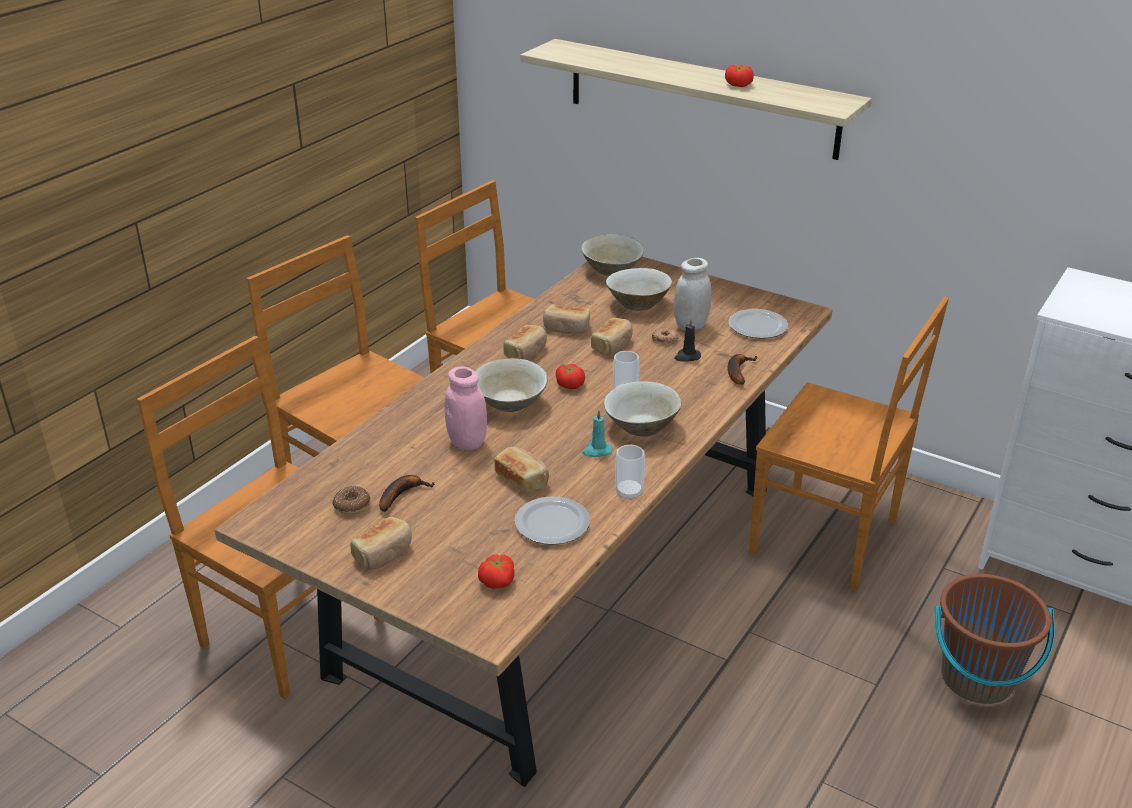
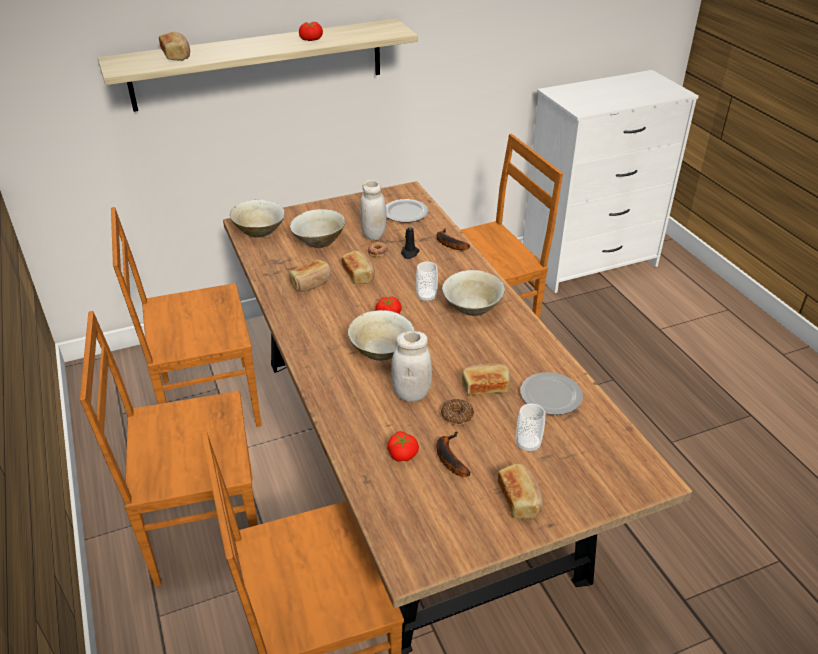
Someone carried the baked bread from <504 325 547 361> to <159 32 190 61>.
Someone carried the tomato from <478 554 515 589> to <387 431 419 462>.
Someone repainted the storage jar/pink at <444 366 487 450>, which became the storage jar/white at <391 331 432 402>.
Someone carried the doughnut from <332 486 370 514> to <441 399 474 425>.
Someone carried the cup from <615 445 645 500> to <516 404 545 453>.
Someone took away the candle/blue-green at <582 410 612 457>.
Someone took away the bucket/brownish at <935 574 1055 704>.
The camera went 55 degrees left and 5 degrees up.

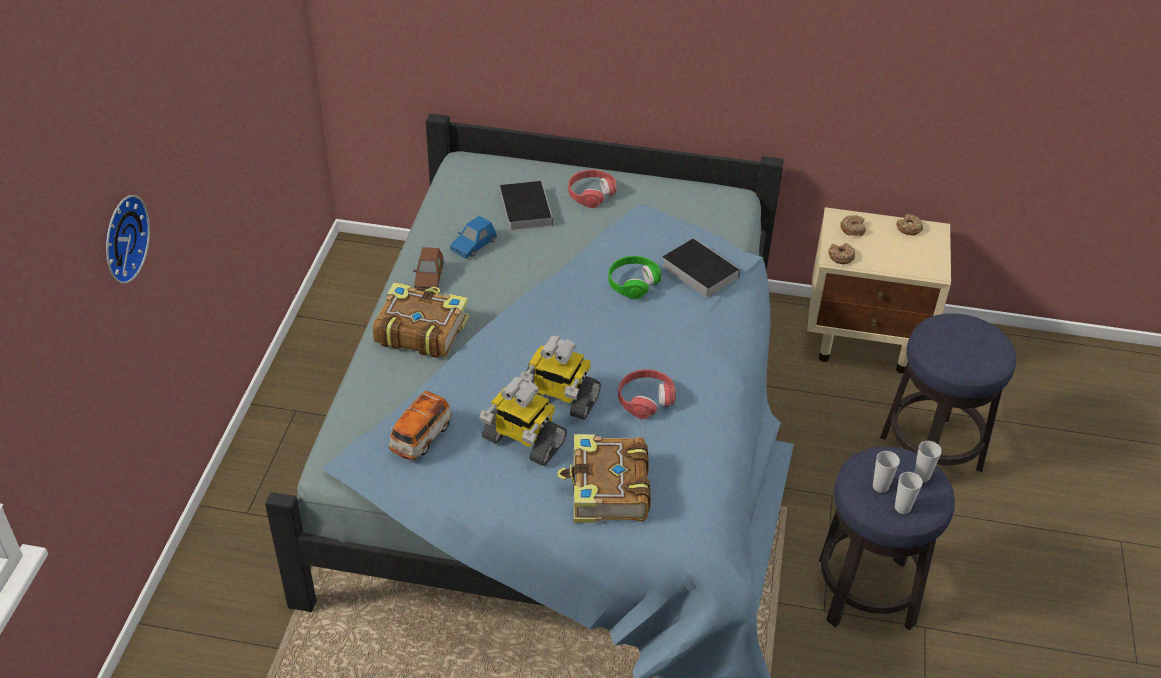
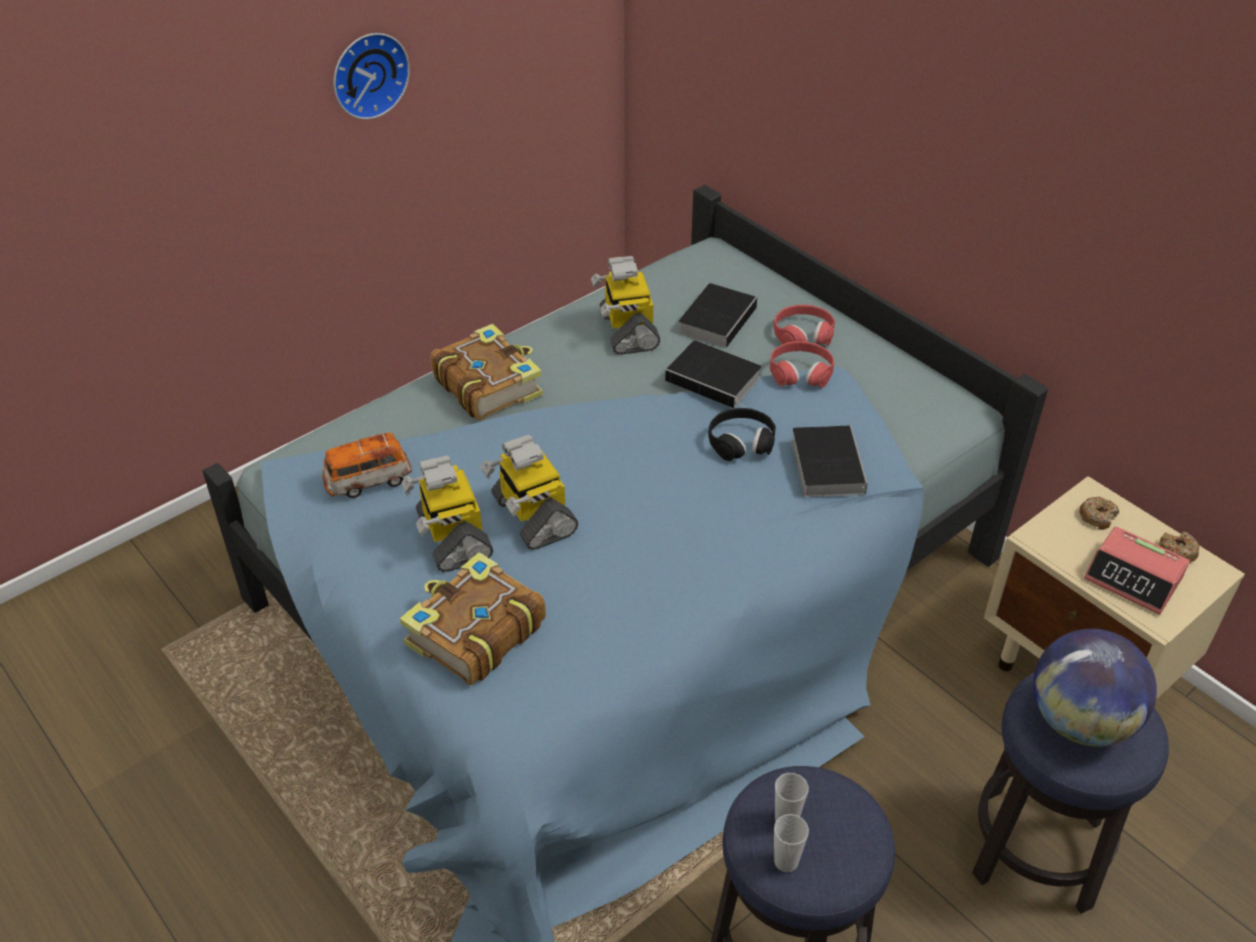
Someone carried the wall clock from <106 195 150 284> to <333 33 410 120>.
Someone swapped the miniature car/bluish at <450 216 497 258> for the robot figure at <591 256 660 355>.
Someone put down the bound book at <665 340 762 408>.
Someone repainted the headset/greenish at <608 256 661 300>, which became the headset/black-coloured at <708 408 776 461>.
Someone carried the headset/red-coloured from <618 369 676 419> to <770 341 834 388>.
Someone put down the world globe at <1033 629 1157 747>.
Someone put down the bedside clock at <1084 527 1190 615>.
Someone took away the miniature car/brownish at <413 247 444 291>.
Someone took away the doughnut at <828 243 855 264>.
Someone took away the cup at <914 441 942 482>.
The camera went 40 degrees right and 0 degrees up.

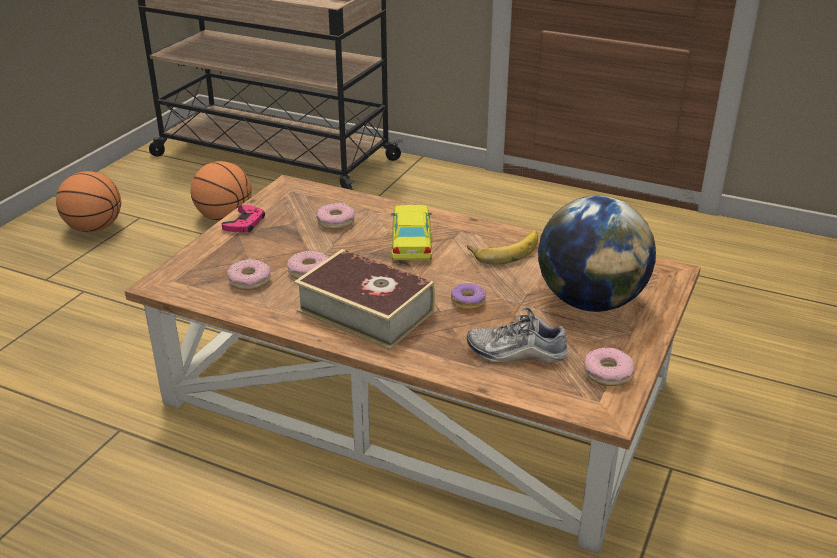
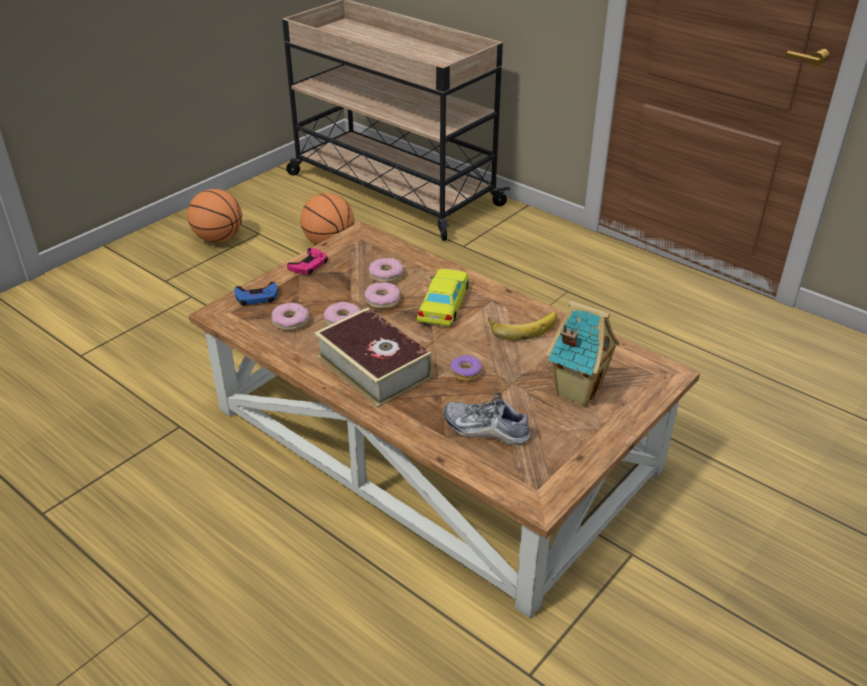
Someone put down the gamepad/bluish at <234 282 278 306>.
Someone carried the doughnut from <584 347 635 386> to <364 282 400 309>.
Someone swapped the world globe at <538 196 656 312> for the model house at <546 301 620 407>.
The camera went 15 degrees right and 5 degrees up.

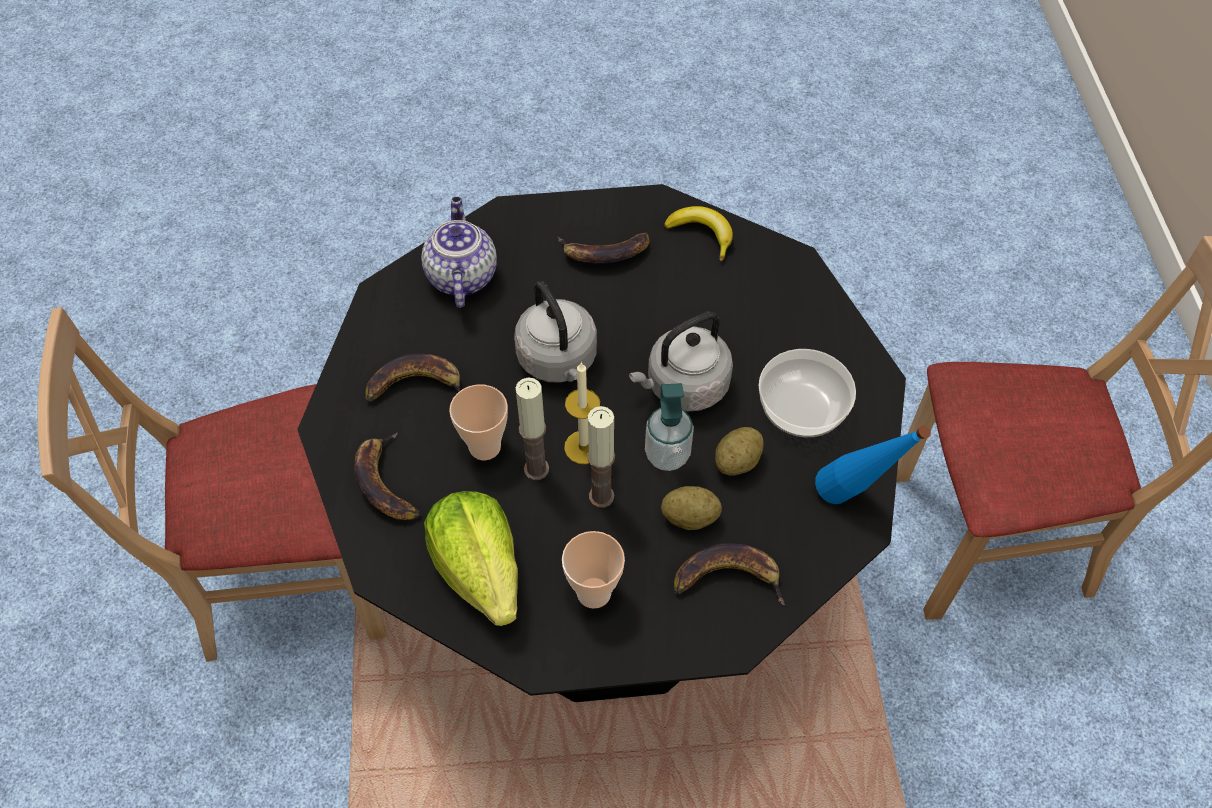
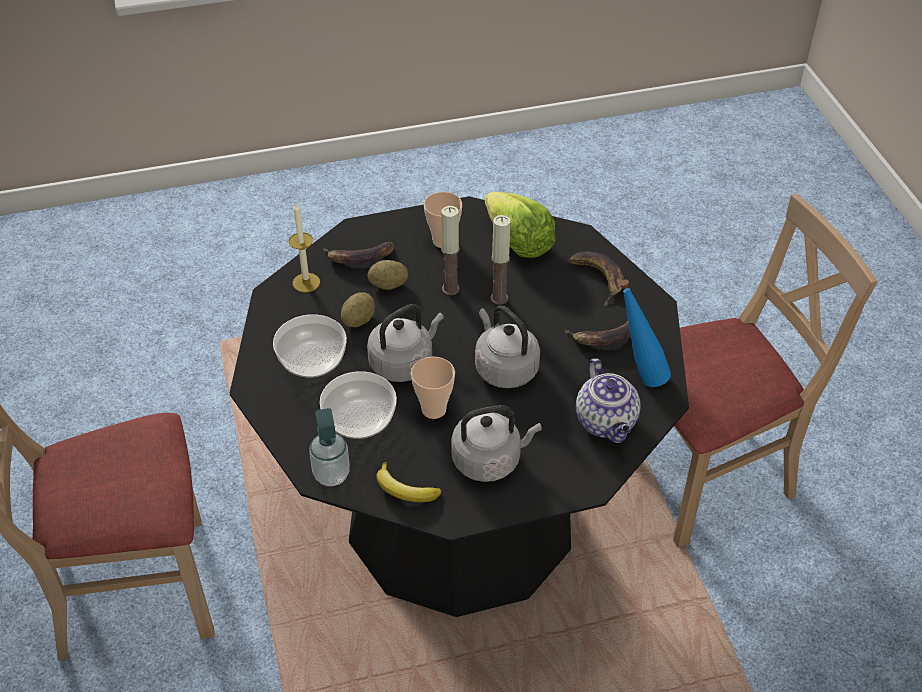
Someone carried the candle from <564 362 600 464> to <289 203 320 293>.
Someone carried the soap bottle from <645 383 694 471> to <309 408 350 486>.
Someone put down the serving bowl at <320 371 397 439>.
Someone carried the cup from <449 384 508 460> to <411 356 455 419>.
Someone swapped the whole banana at <558 232 650 264> for the kettle/grey at <451 405 542 482>.
Someone carried the bottle/bluish from <815 425 931 504> to <619 280 671 387>.
The camera went 170 degrees right and 10 degrees down.

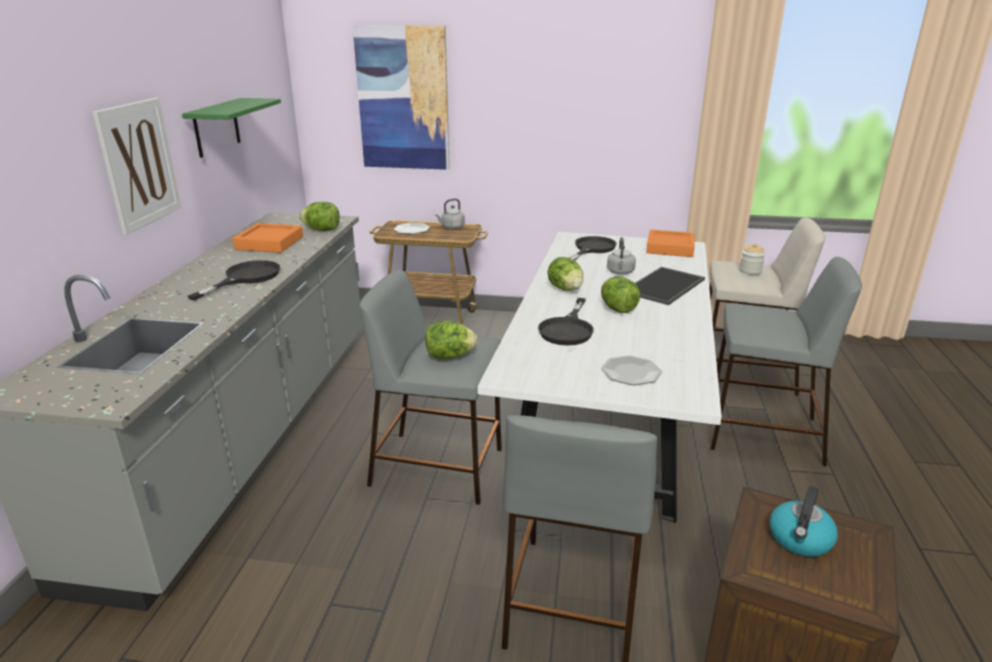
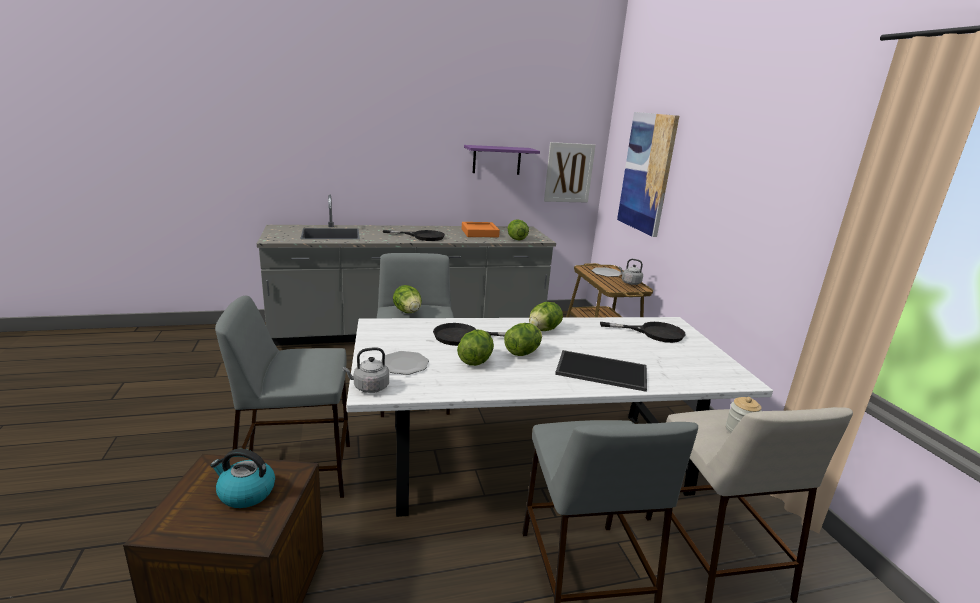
Someone carried the kettle/grey from <607 237 636 274> to <343 347 389 393>.
Someone put down the lettuce at <457 330 494 366>.
Someone repainted the wall shelf/greenish at <182 98 281 158>, which became the wall shelf/purplish at <464 145 540 175>.
Someone carried the wall picture from <93 98 181 235> to <544 142 596 203>.
Someone took away the tray/orange at <646 230 695 257>.
The camera went 65 degrees right and 5 degrees down.

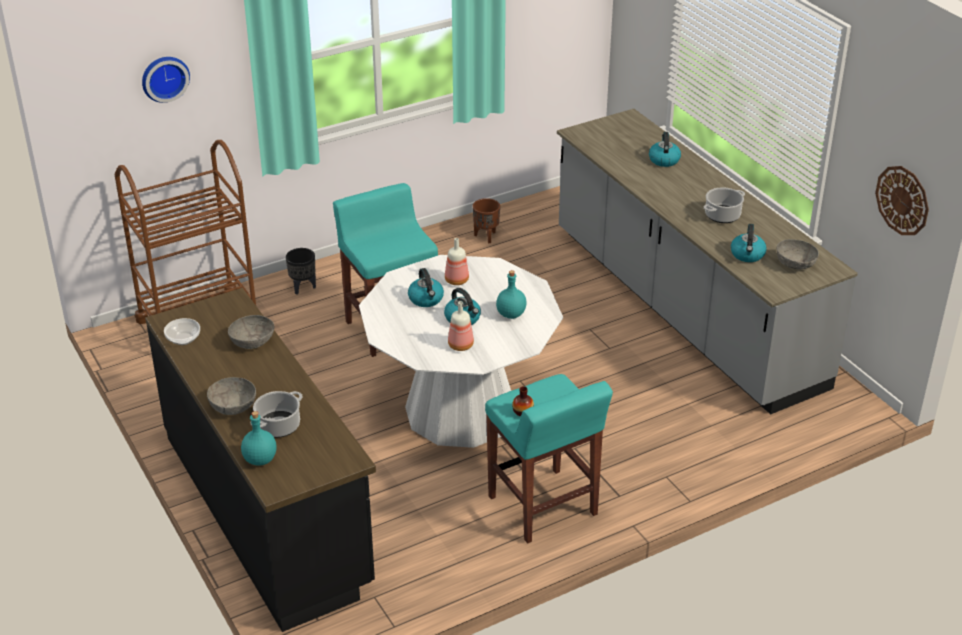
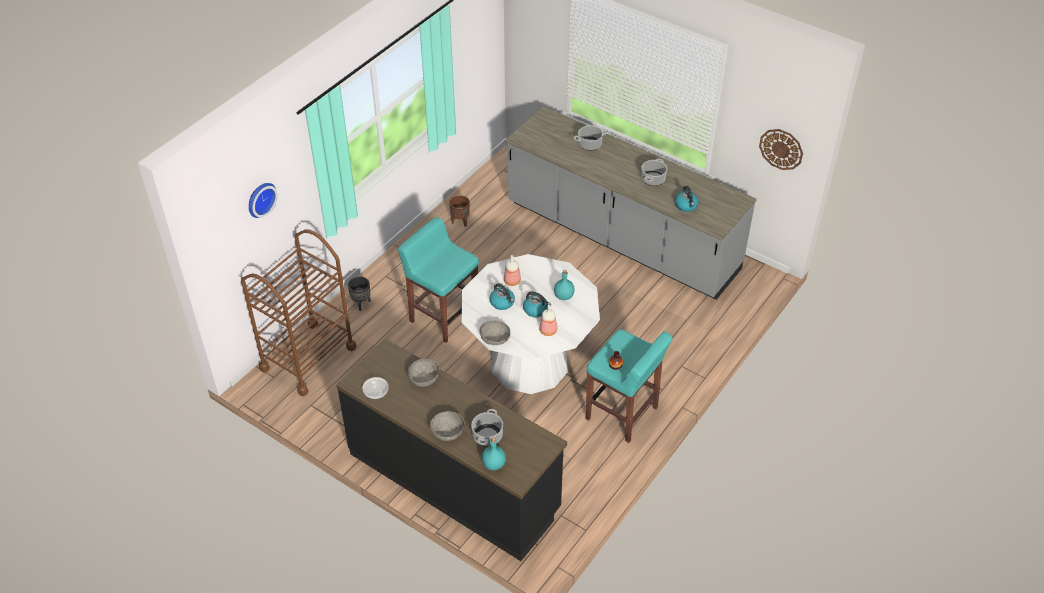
Someone carried the serving bowl/grey from <777 239 819 270> to <479 321 510 345>.
Someone swapped the kettle at <649 132 681 167> for the saucepot at <574 125 607 151>.
The camera went 25 degrees left and 10 degrees up.

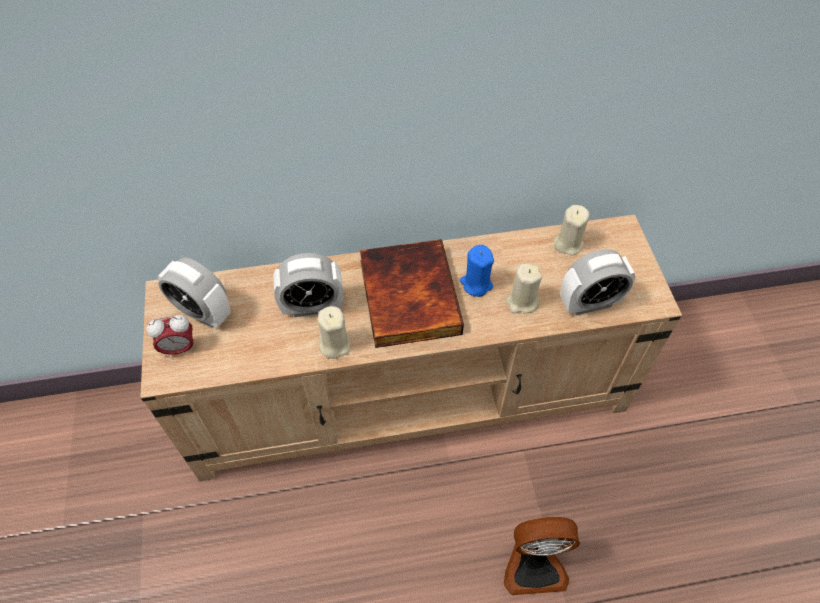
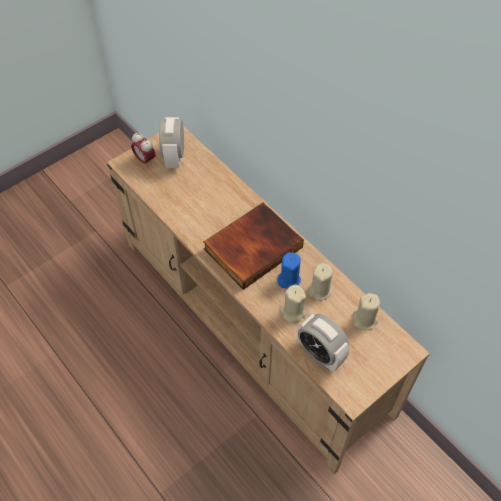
Someone carried the candle/beige-coloured from <318 306 350 359> to <307 263 333 301>.
Someone took away the bedside clock at <273 253 343 317>.
Someone took away the cooling fan at <504 517 580 595>.
The camera went 60 degrees right and 0 degrees up.

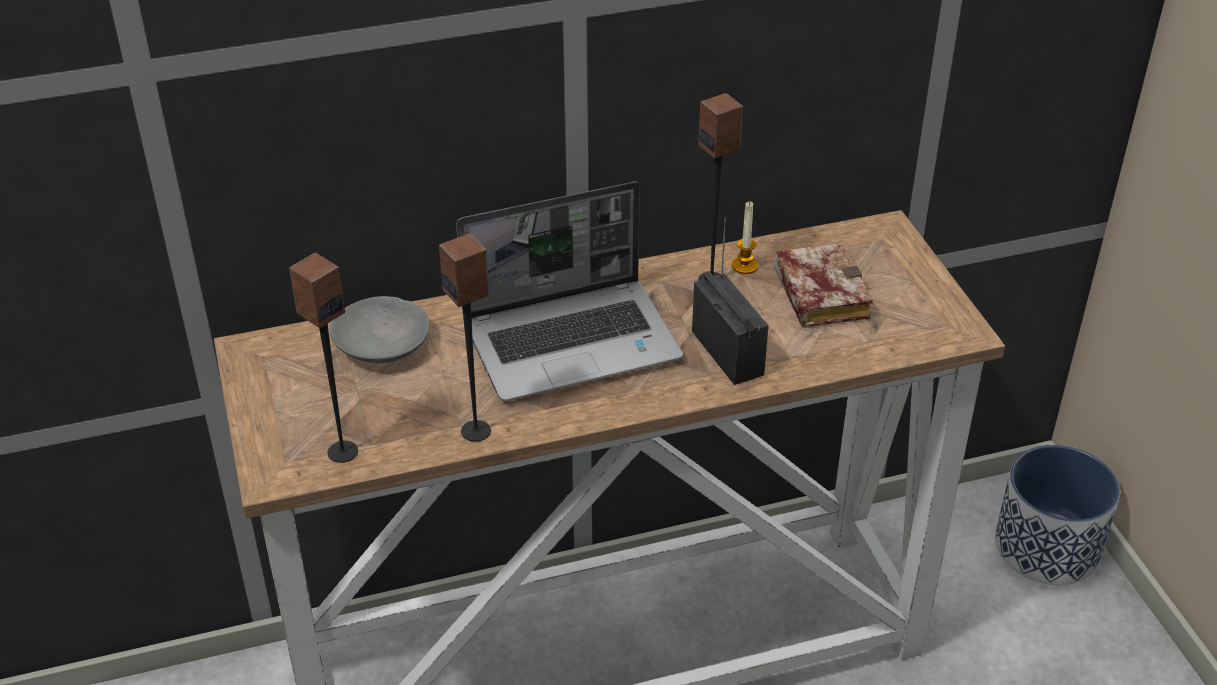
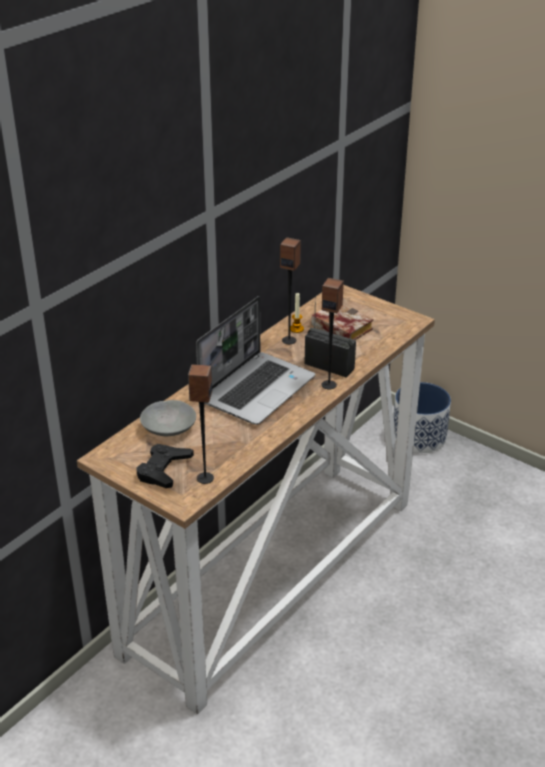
Someone put down the gamepad/black-coloured at <137 444 194 488>.
Someone carried the speaker from <439 233 491 442> to <321 278 344 389>.
The camera went 35 degrees left and 5 degrees down.

